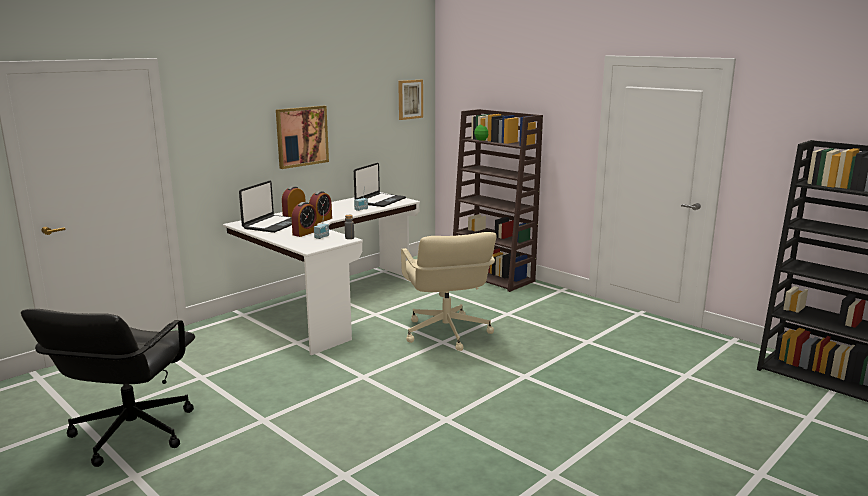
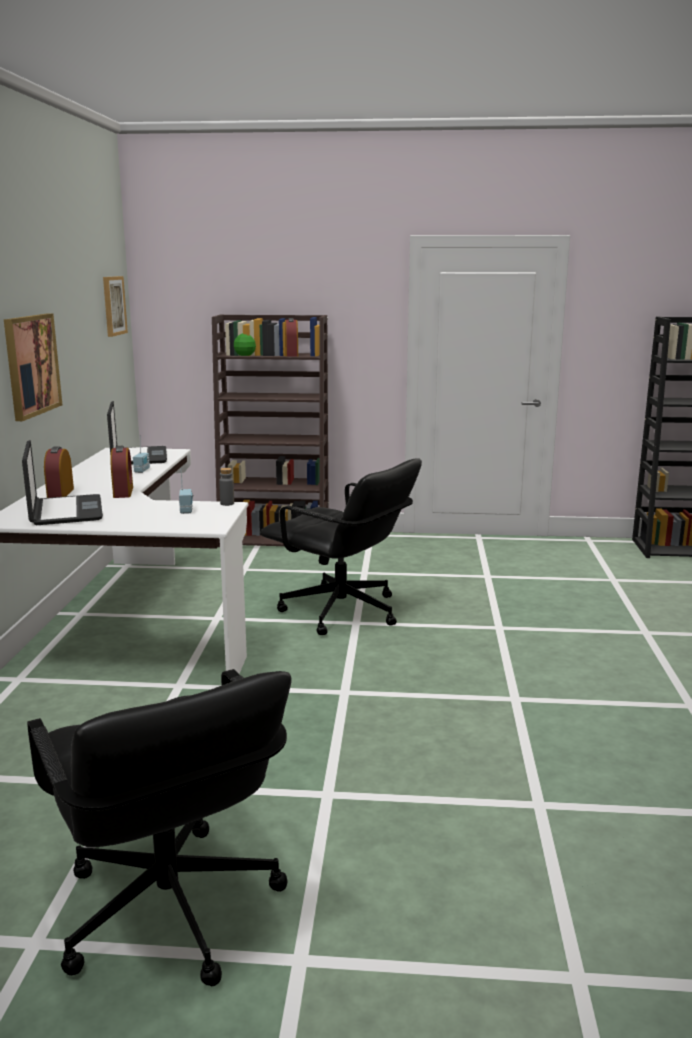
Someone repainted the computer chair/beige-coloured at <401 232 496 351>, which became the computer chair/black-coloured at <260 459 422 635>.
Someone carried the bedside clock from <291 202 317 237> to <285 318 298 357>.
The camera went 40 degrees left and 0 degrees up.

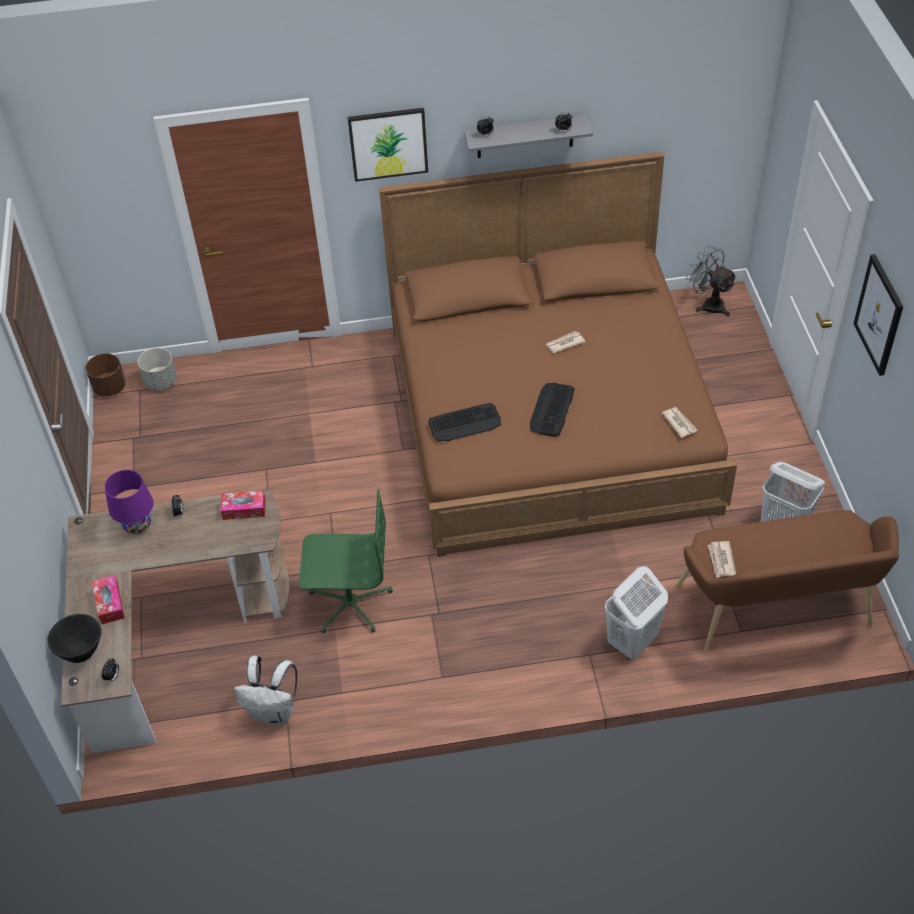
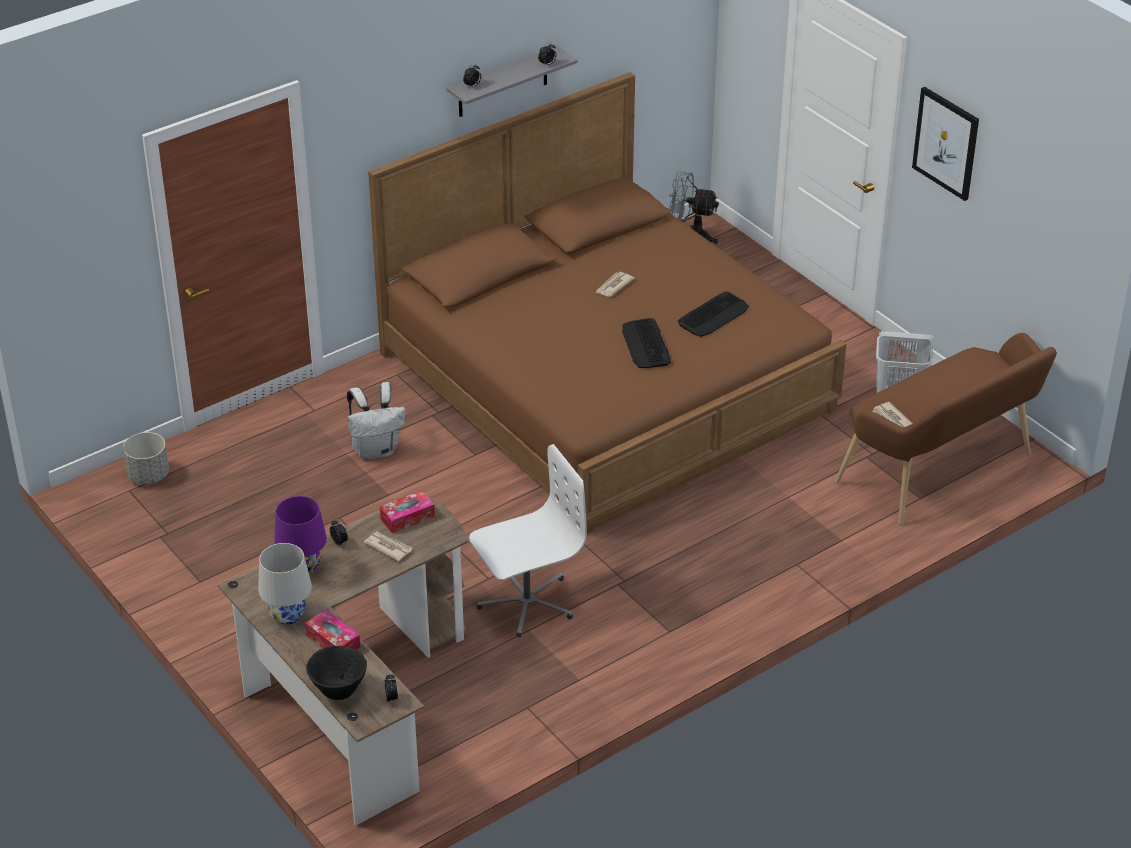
Someone put down the tabletop lamp/white at <258 543 312 625>.
Someone carried the backpack/white from <234 656 297 725> to <347 382 406 460>.
Someone carried the newspaper from <662 407 697 438> to <364 531 412 561>.
Someone repainted the computer chair/greenish at <299 489 393 633>, which became the computer chair/white at <469 444 587 637>.
Someone carried the keyboard from <428 403 501 441> to <678 291 749 337>.
Someone took away the flower pot/brownish at <86 353 126 396>.
Someone took away the wall picture at <348 108 428 182>.
Someone took away the laundry basket/white at <605 566 668 660>.
The camera went 30 degrees left and 10 degrees down.

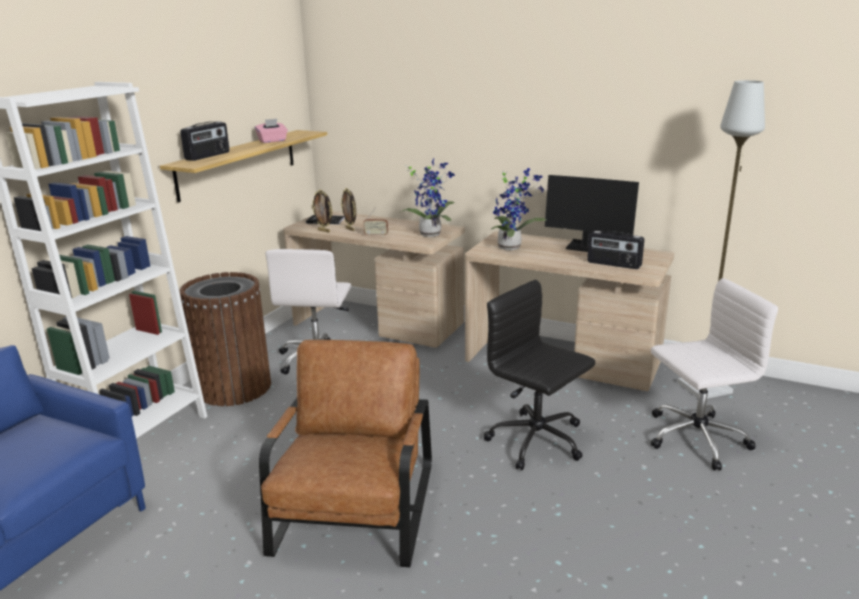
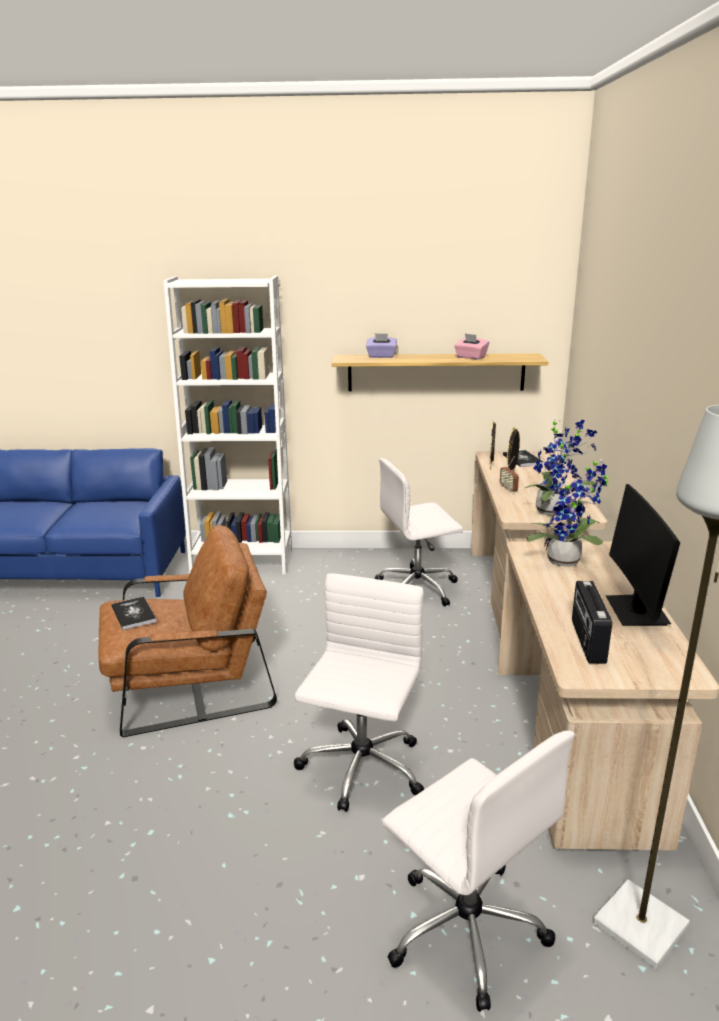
Someone put down the bound book at <111 596 157 630>.
Someone repainted the computer chair/black-coloured at <484 280 595 470>, which became the computer chair/white at <294 573 424 812>.
Someone swapped the radio set at <180 121 229 161> for the tissue holder/purplish at <366 333 397 358>.
Someone took away the rubbish bin/brownish at <180 272 271 406>.
The camera went 65 degrees right and 0 degrees up.

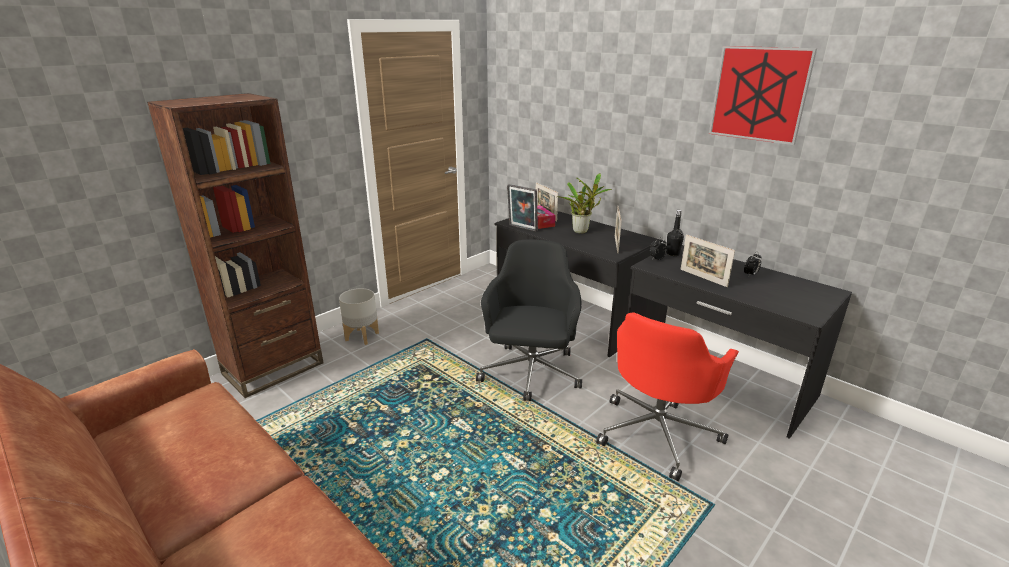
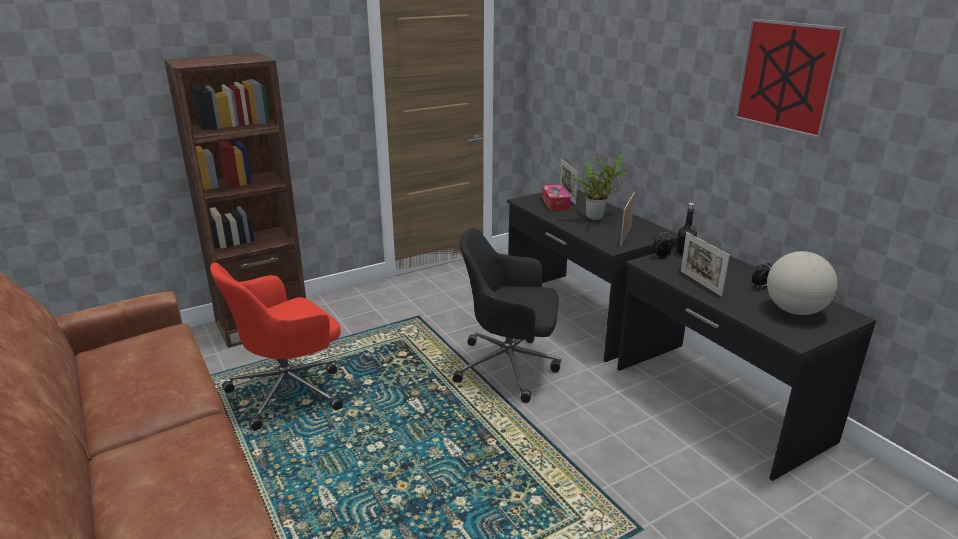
Someone carried the computer chair/red-coloured from <596 313 739 481> to <210 263 343 431>.
Someone rotated the computer chair/black-coloured at <476 240 582 401> by 105 degrees counterclockwise.
Someone put down the world globe at <767 251 838 315>.
Someone took away the flower pot/grey at <339 288 379 345>.
Someone took away the photo frame at <507 184 538 232>.
The camera went 15 degrees right and 0 degrees up.

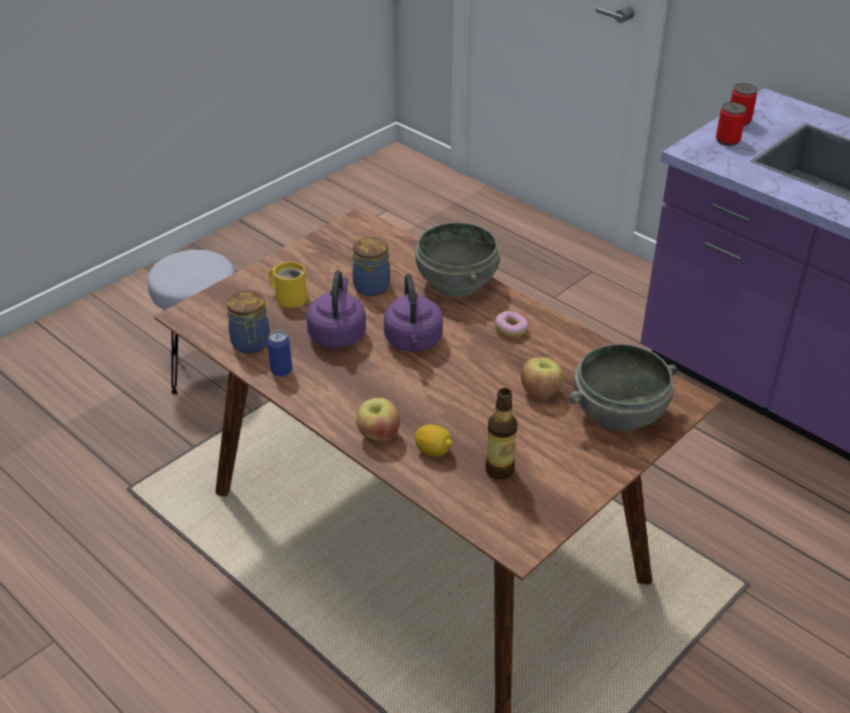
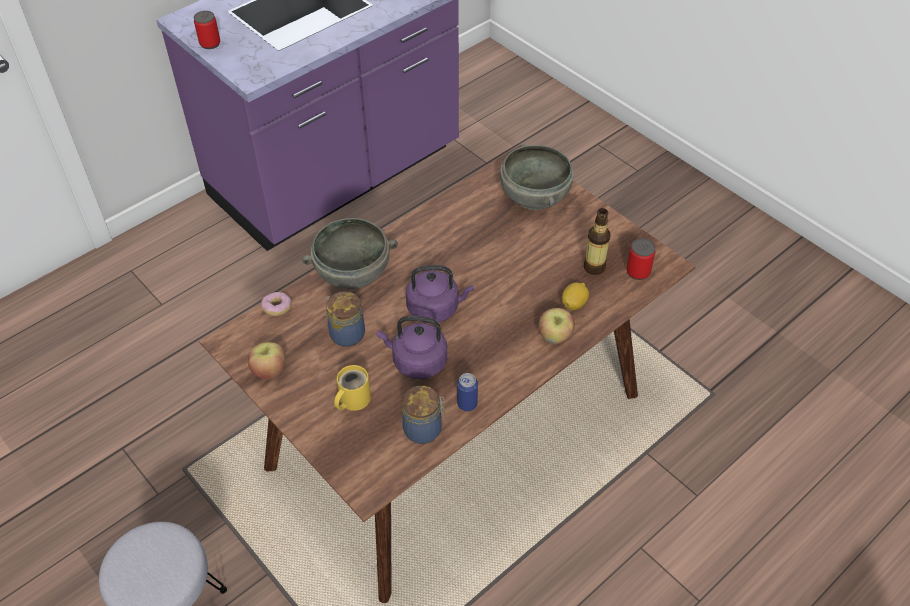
Someone carried the whole apple from <521 357 563 399> to <248 342 286 380>.
Someone carried the doughnut from <495 311 528 338> to <261 292 292 316>.
Someone carried the can from <716 102 746 146> to <626 238 655 280>.
The camera went 85 degrees left and 10 degrees up.

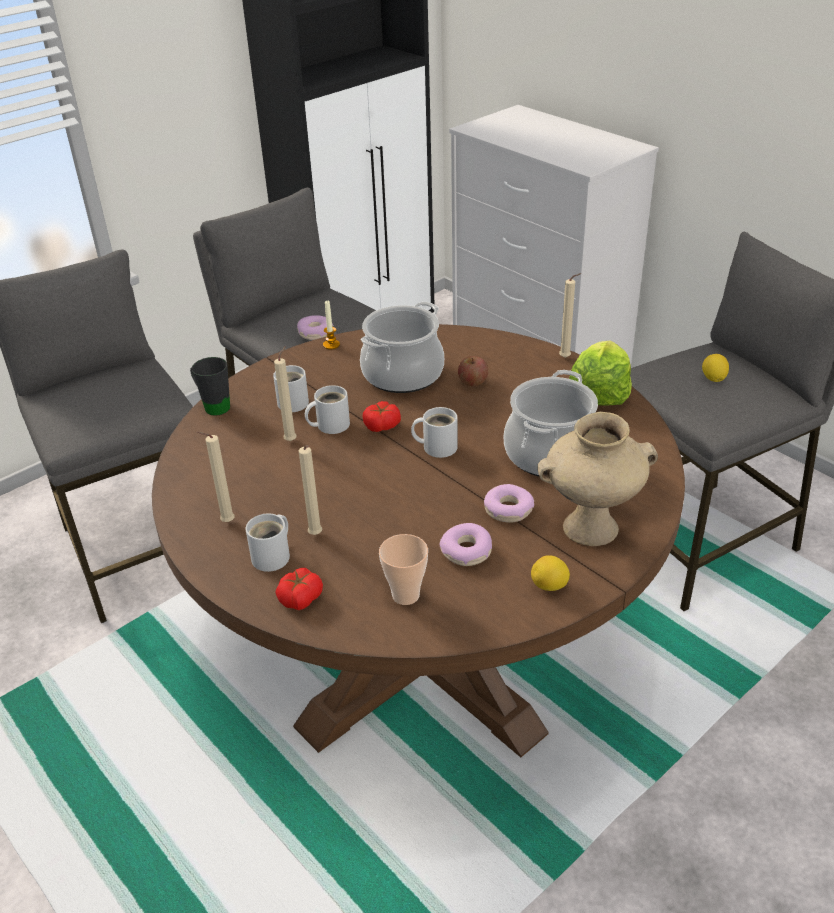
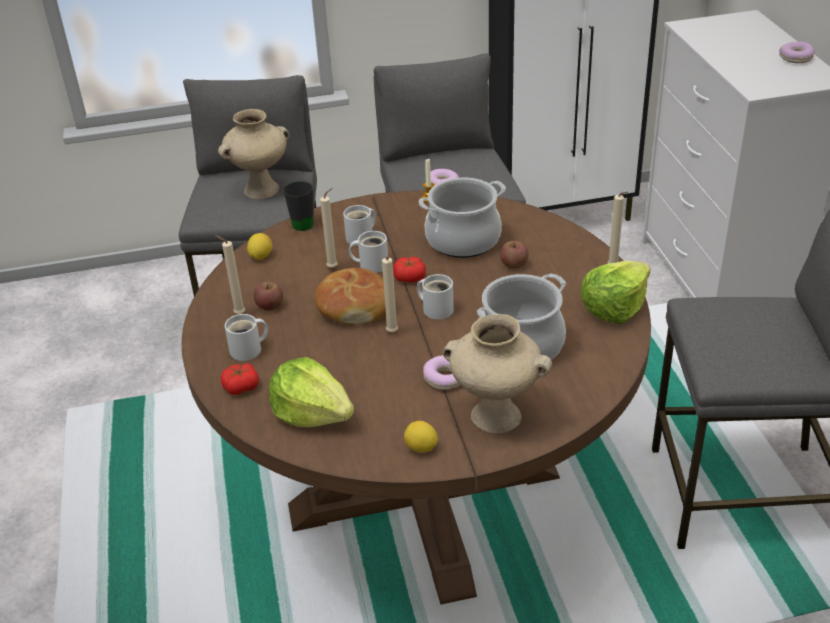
Someone put down the vase/beige-coloured at <218 109 290 199>.
Someone carried the lemon from <702 354 729 382> to <247 233 272 260>.
Someone put down the whole apple at <254 281 283 310>.
Someone swapped the cup at <379 534 428 605> for the lettuce at <269 357 354 427>.
Someone put down the baked bread at <315 268 386 325>.
Someone carried the candle/beige-coloured from <299 445 322 535> to <382 257 398 332>.
Someone carried the doughnut from <440 523 492 566> to <779 42 814 63>.
The camera went 30 degrees right and 0 degrees up.

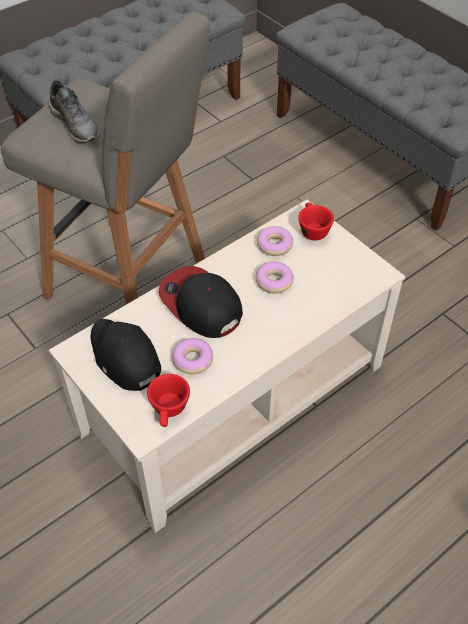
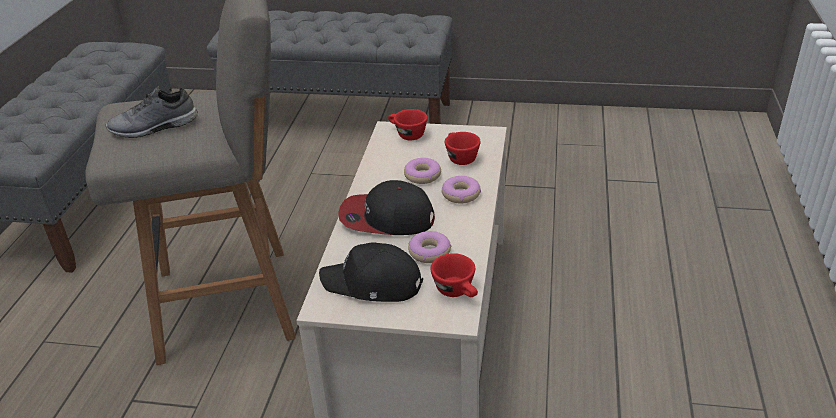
Someone rotated the shoe/grey at <49 80 99 142> by 150 degrees clockwise.
Someone carried the doughnut from <257 226 293 256> to <441 176 481 204>.
Someone put down the cup/red-coloured at <445 132 481 165>.
The camera went 40 degrees left and 15 degrees down.

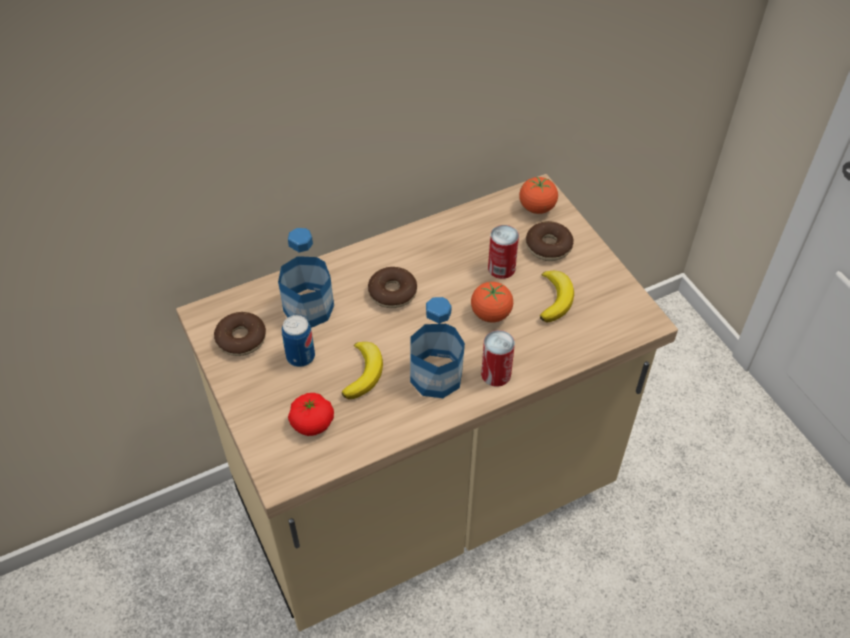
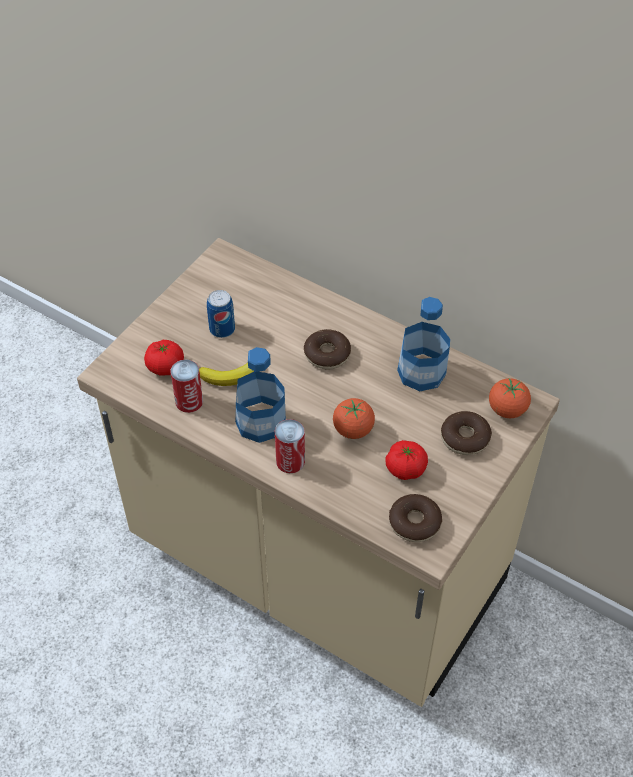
Someone carried the can from <488 225 519 279> to <170 360 203 413>.
Someone swapped the whole banana at <540 271 574 323> for the tomato at <386 440 428 480>.
Someone carried the doughnut from <214 312 266 356> to <389 494 442 542>.
Someone carried the bottle from <278 228 334 328> to <397 297 450 391>.
The camera went 60 degrees right and 0 degrees up.

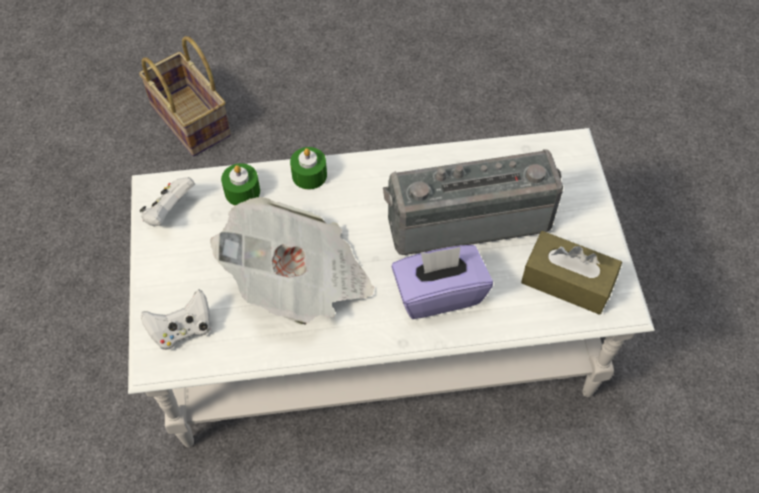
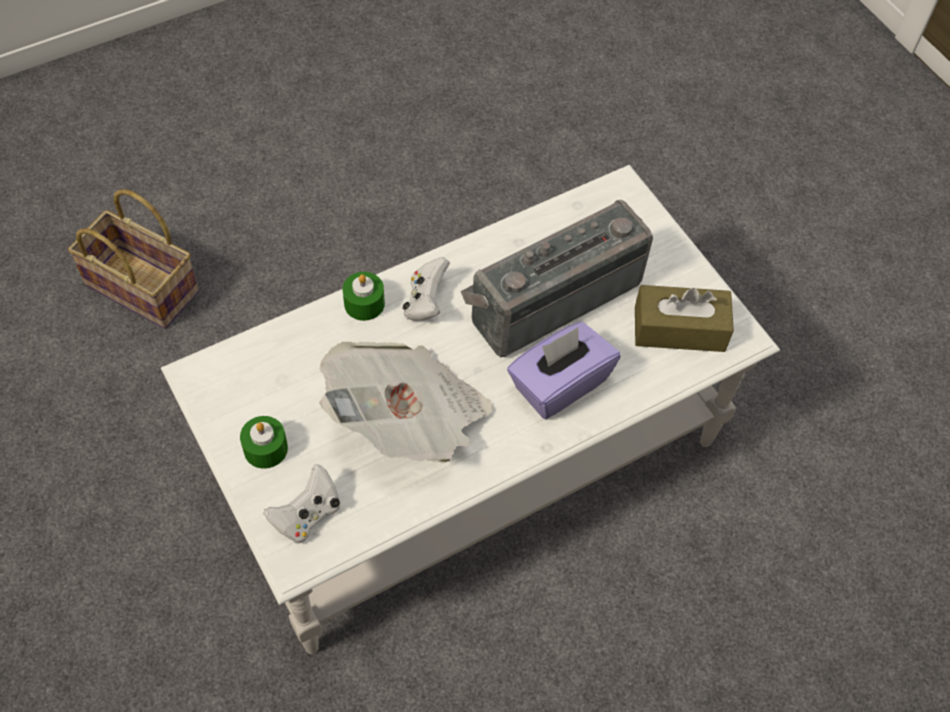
Someone carried the candle/greenish from <221 163 260 205> to <240 416 288 469>.
Someone carried the gamepad/white from <140 177 195 227> to <402 257 450 321>.
The camera went 25 degrees left and 0 degrees up.

